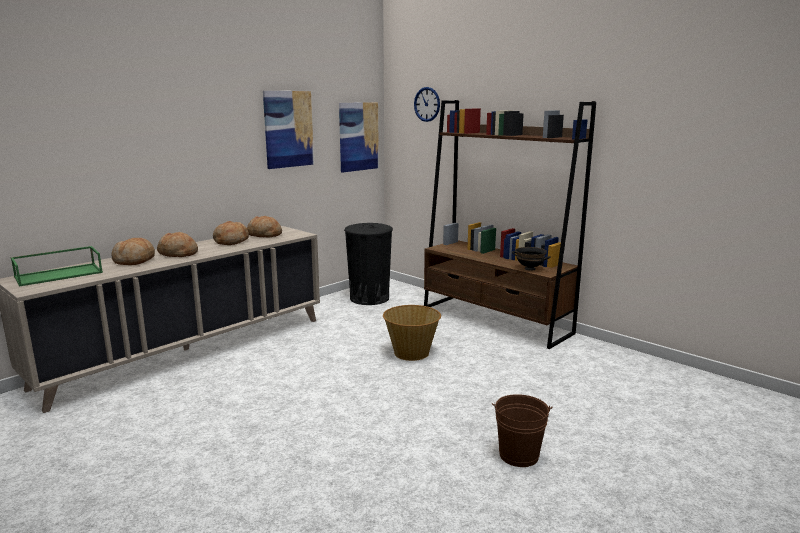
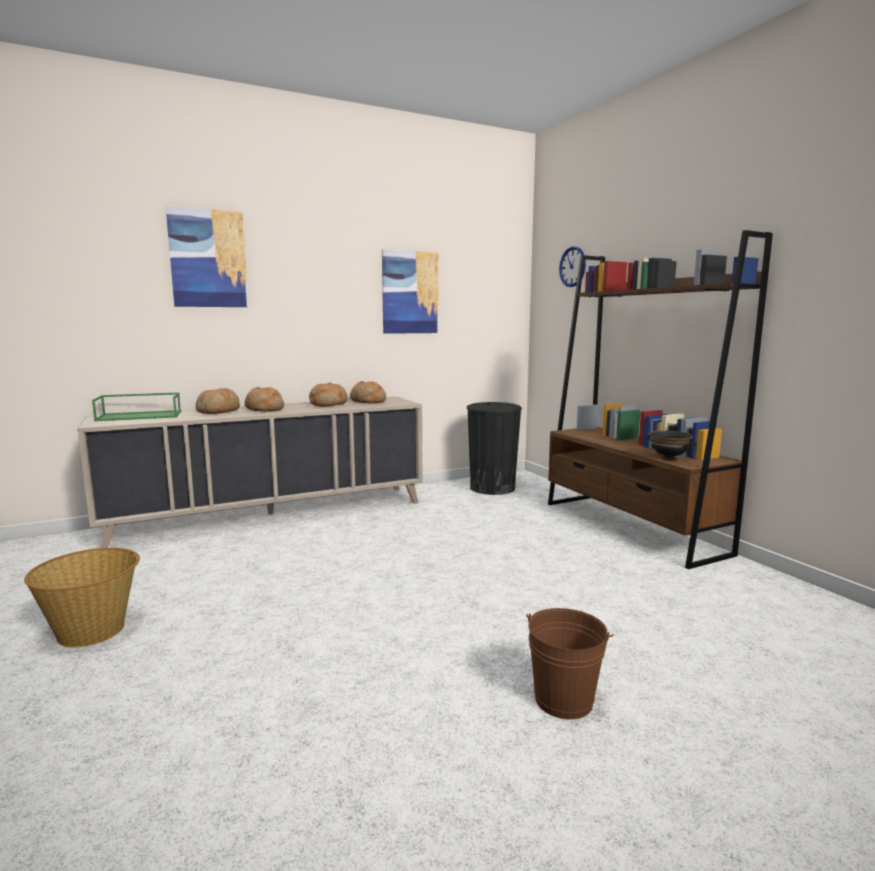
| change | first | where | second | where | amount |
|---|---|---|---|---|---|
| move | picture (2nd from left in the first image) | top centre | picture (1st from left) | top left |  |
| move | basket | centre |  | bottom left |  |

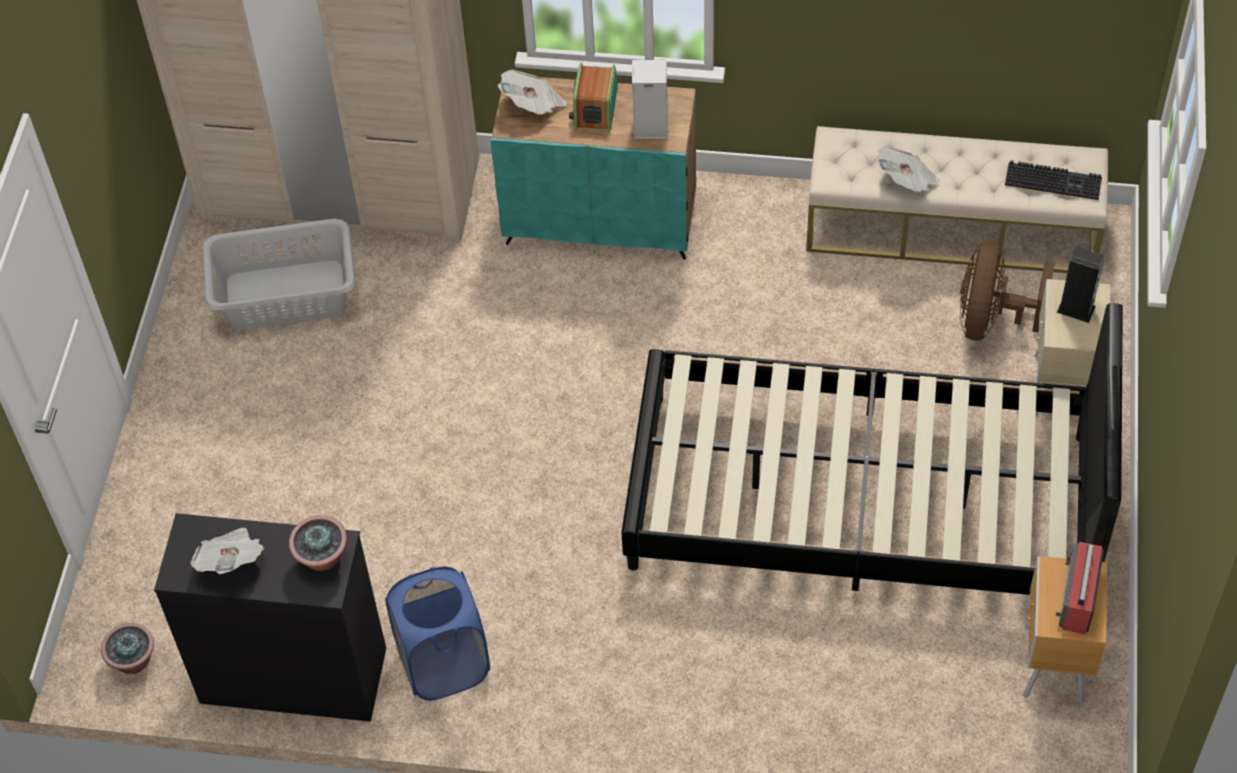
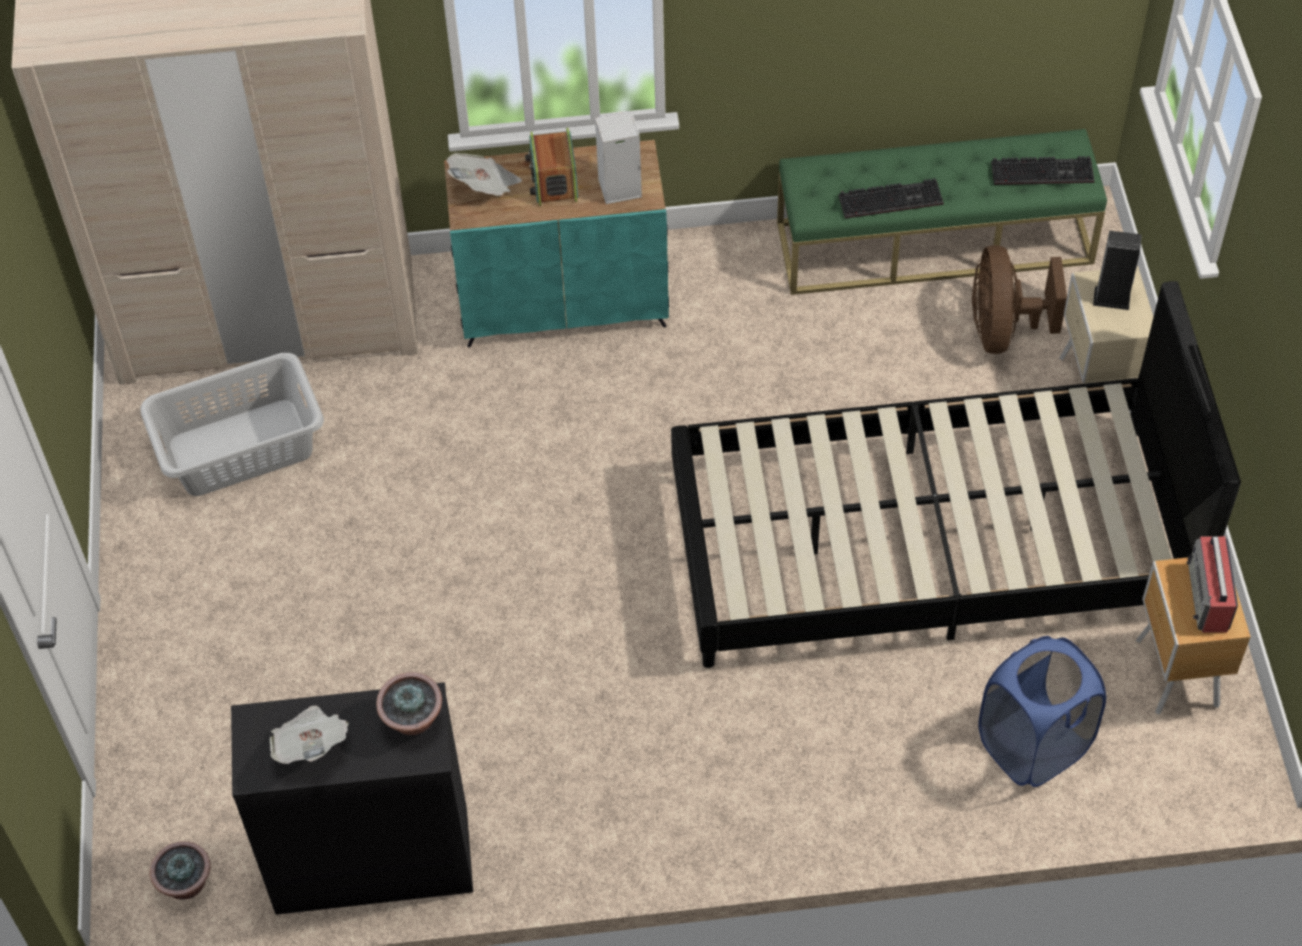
| change | first | where | second | where | amount |
|---|---|---|---|---|---|
| move | blue laundry basket | bottom centre |  | bottom right |  |
| recolor | beige bench | top right | green bench | top right |  |
| replace | newspaper (3rd from left) | top right | keyboard (1st from left) | top right |  |

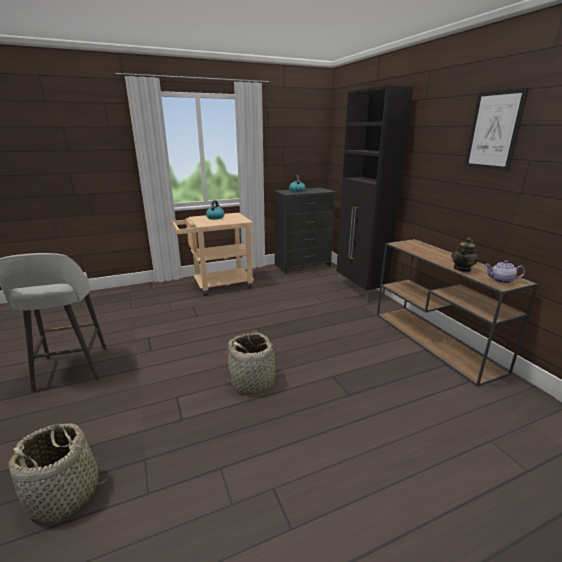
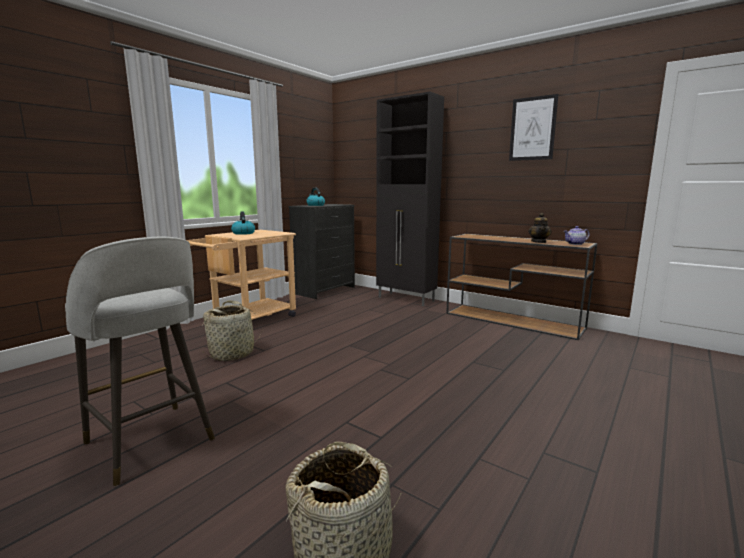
| change | first | where | second | where | amount |
|---|---|---|---|---|---|
| move | basket (2nd from left in the first image) | centre | basket (1st from left) | middle left |  |

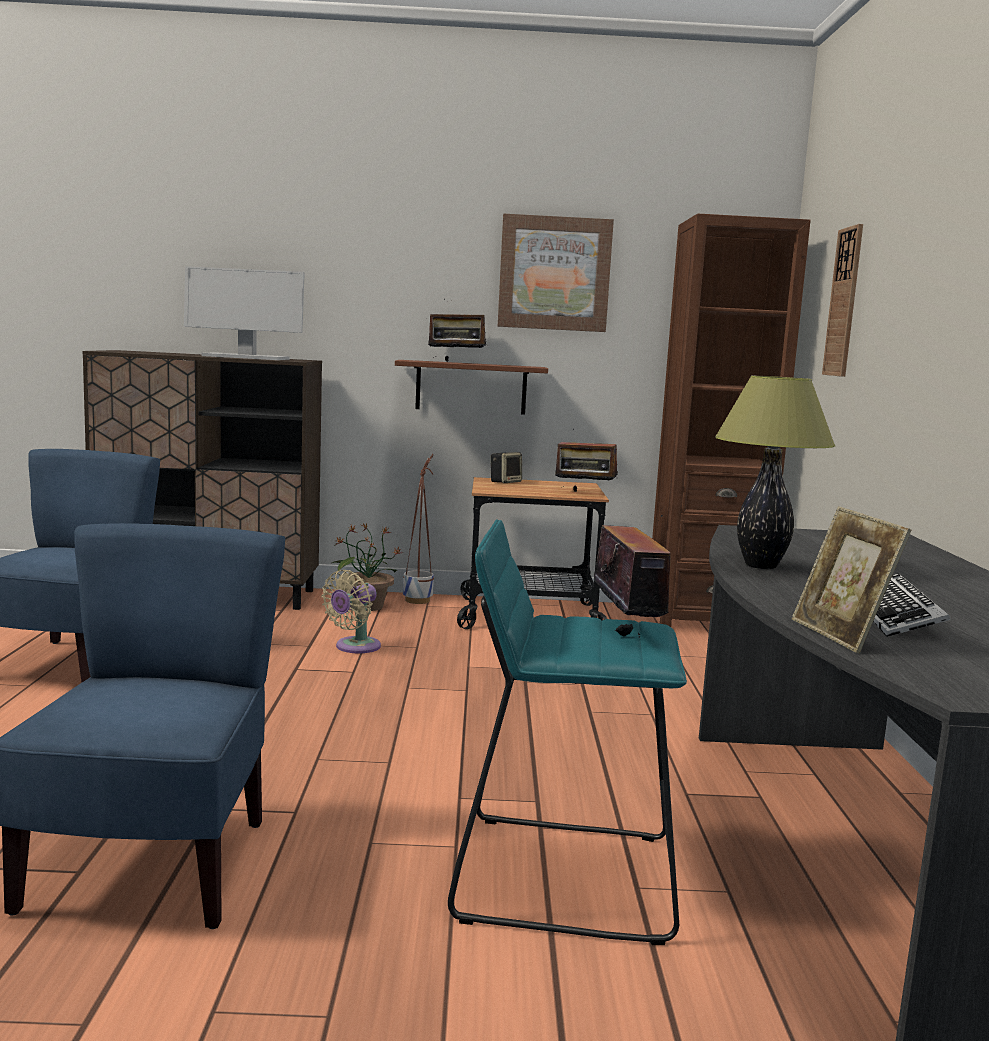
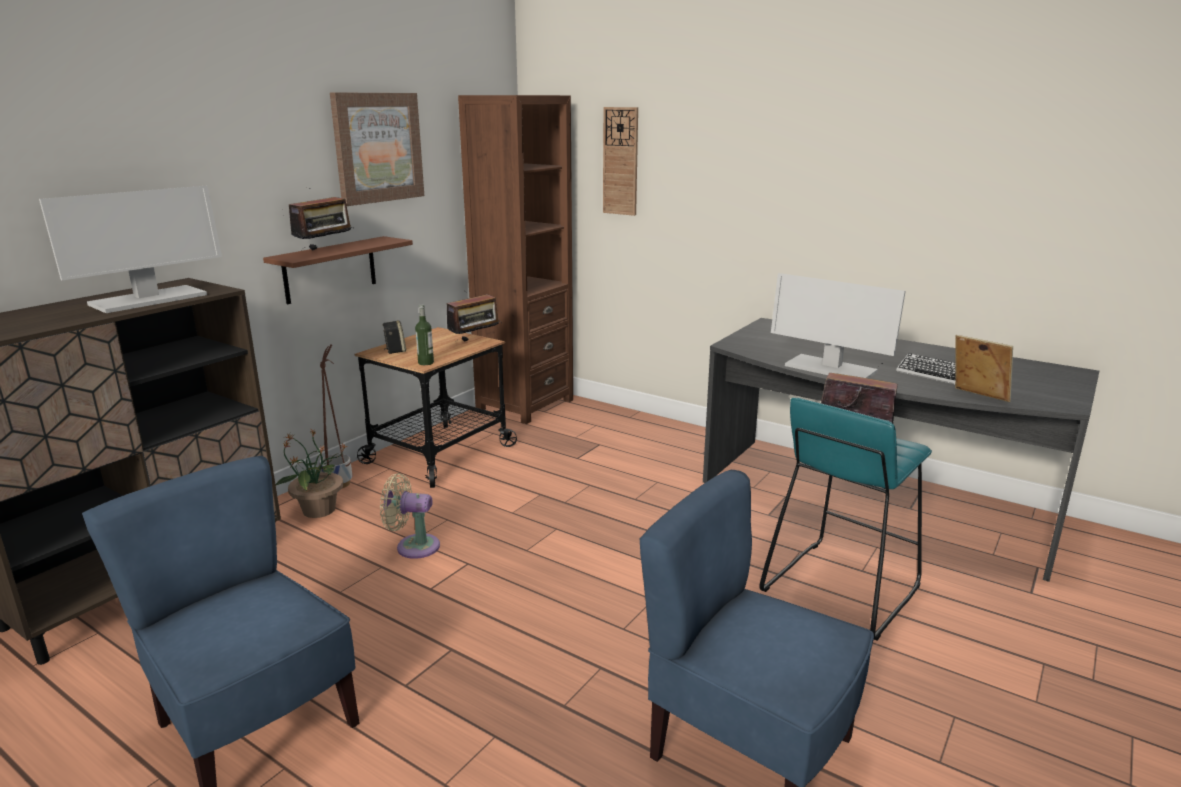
| change | first | where | second | where | amount |
|---|---|---|---|---|---|
| rotate | beige fan | centre |  | centre | 120 degrees clockwise |
| replace | table lamp | middle right | monitor (2nd from left) | middle right |  |
| rotate | picture frame | middle right |  | middle right | 150 degrees counterclockwise |
| insert |  |  | bottle | centre |  |

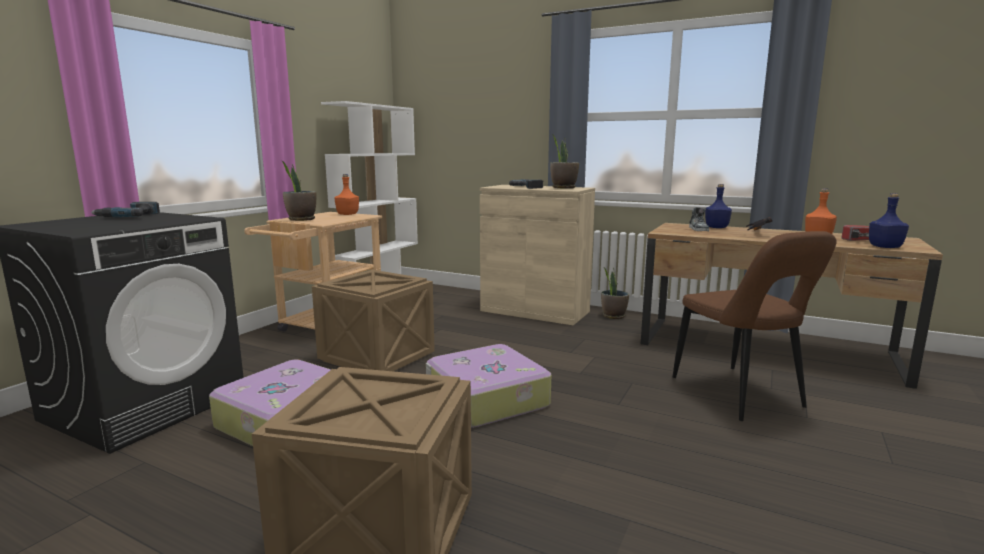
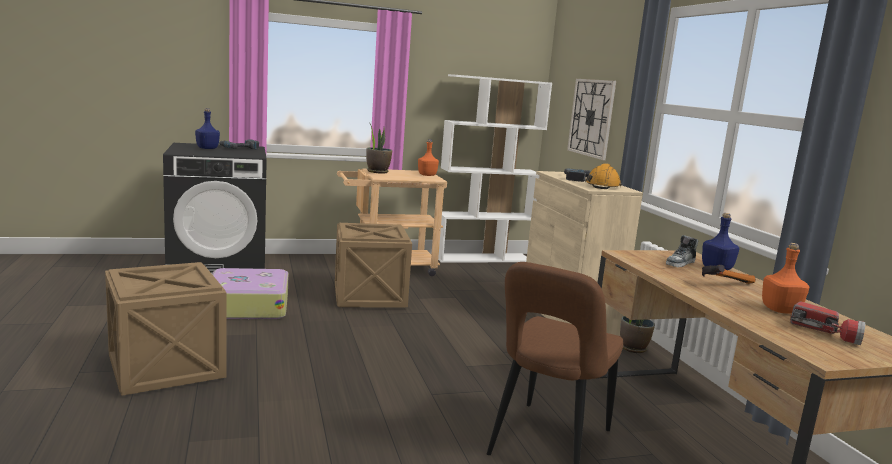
| change | first | where | second | where | amount |
|---|---|---|---|---|---|
| delete | suitcase (2nd from left) | bottom centre |  |  |  |
| replace | potted plant (2nd from left) | top centre | orange hard hat | middle right |  |
| move | blue bottle (2nd from left in the first image) | middle right | blue bottle (1st from left) | top left |  |
| insert |  |  | wall clock | top centre |  |

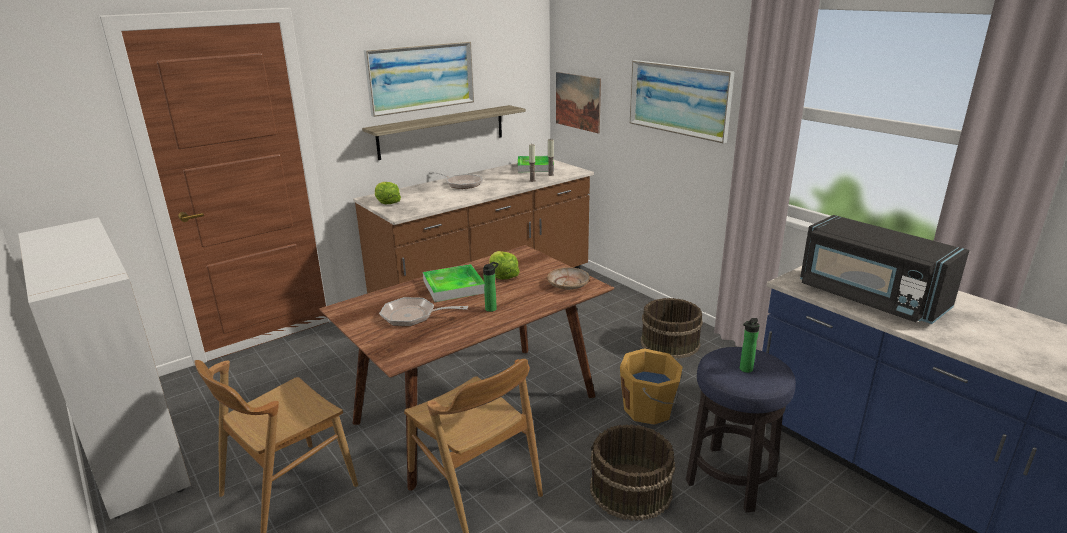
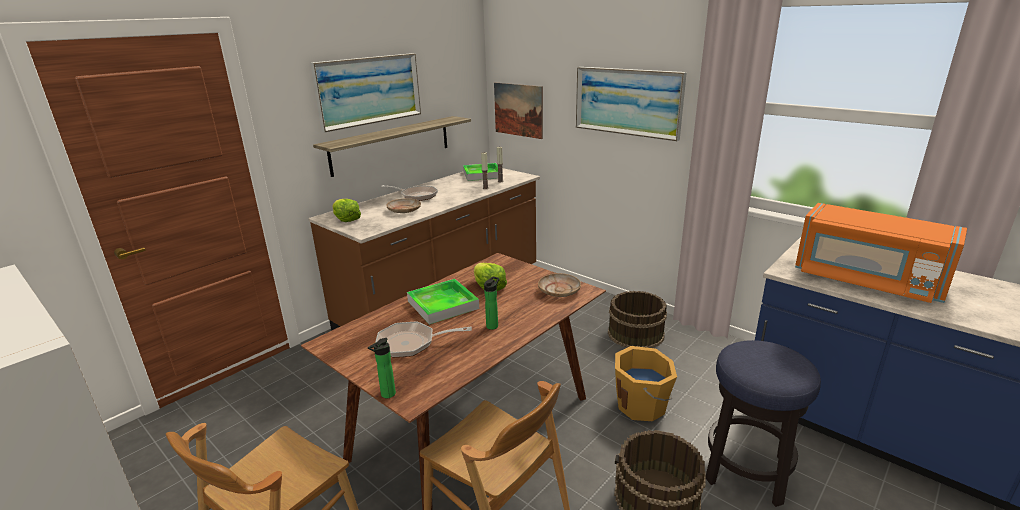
| change | first | where | second | where | amount |
|---|---|---|---|---|---|
| move | bottle (2nd from left in the first image) | middle right | bottle (1st from left) | bottom centre |  |
| recolor | black microwave | middle right | orange microwave | middle right |  |
| insert |  |  | beige plate (1st from left) | centre |  |

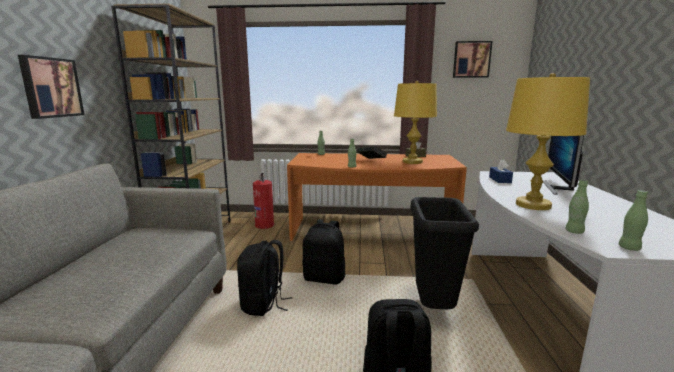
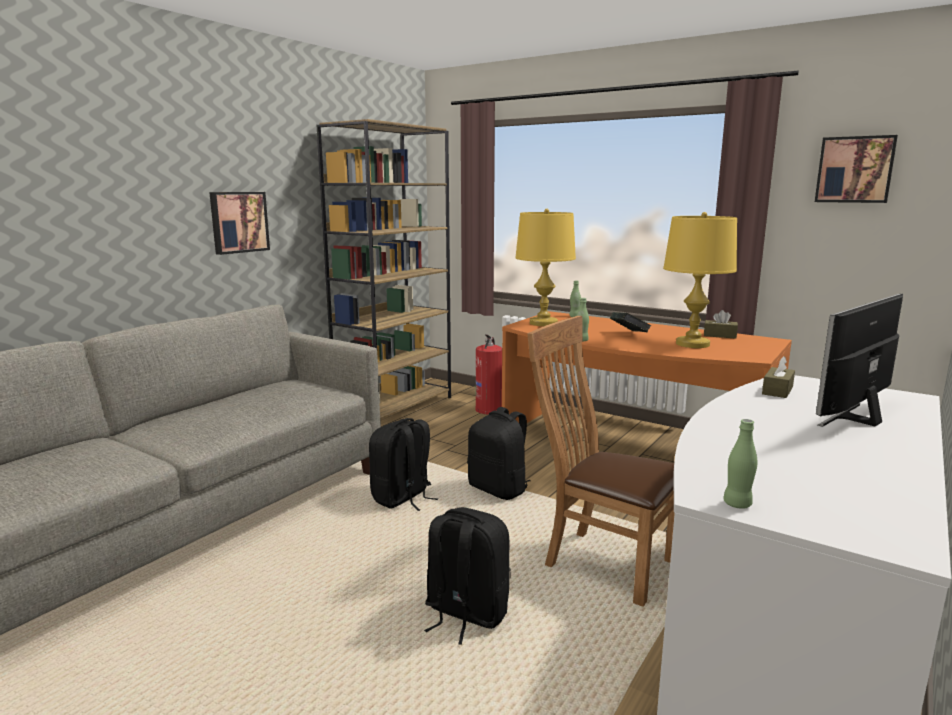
| change | first | where | second | where | amount |
|---|---|---|---|---|---|
| replace | black trash can | bottom centre | brown chair | centre |  |
| recolor | blue tissue box | middle right | brown tissue box (2nd from left) | middle right |  |
| move | yellow table lamp (2nd from left in the first image) | middle right | yellow table lamp (1st from left) | centre |  |
| delete | green bottle (3rd from left) | middle right |  |  |  |

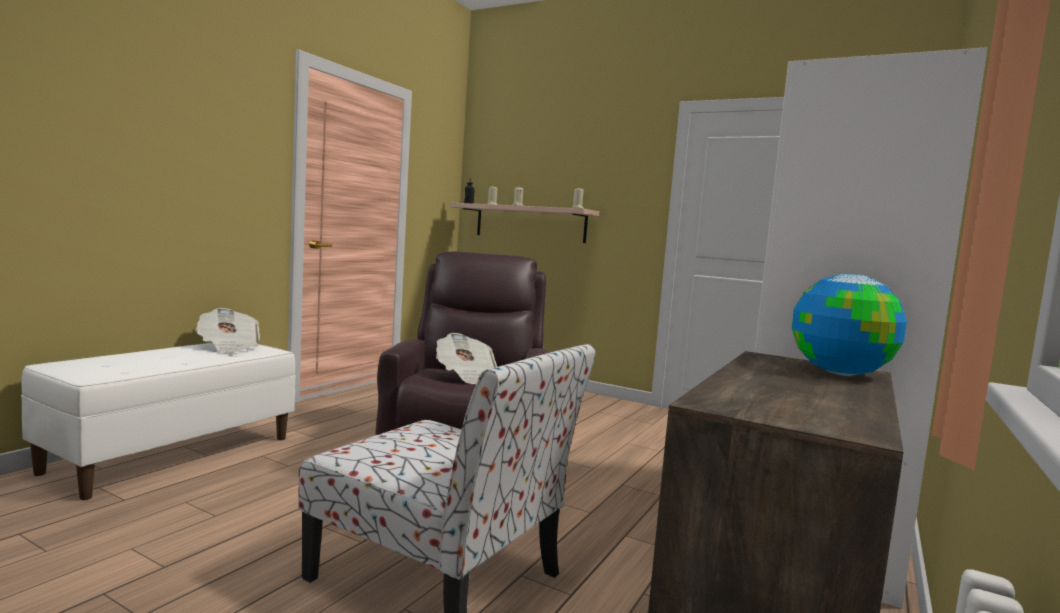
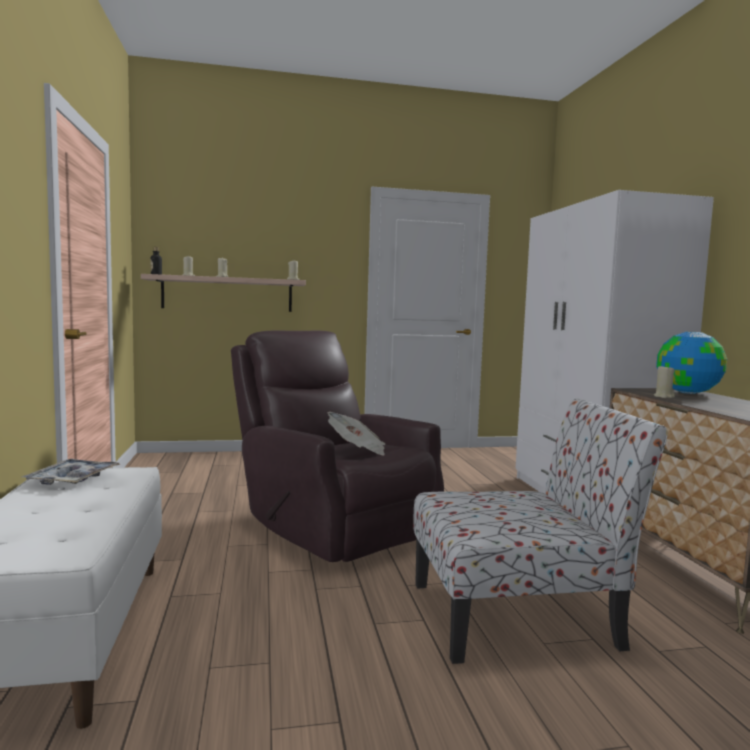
| change | first | where | second | where | amount |
|---|---|---|---|---|---|
| replace | newspaper (1st from left) | middle left | tray | middle left |  |
| insert |  |  | beige candle (4th from left) | middle right |  |

